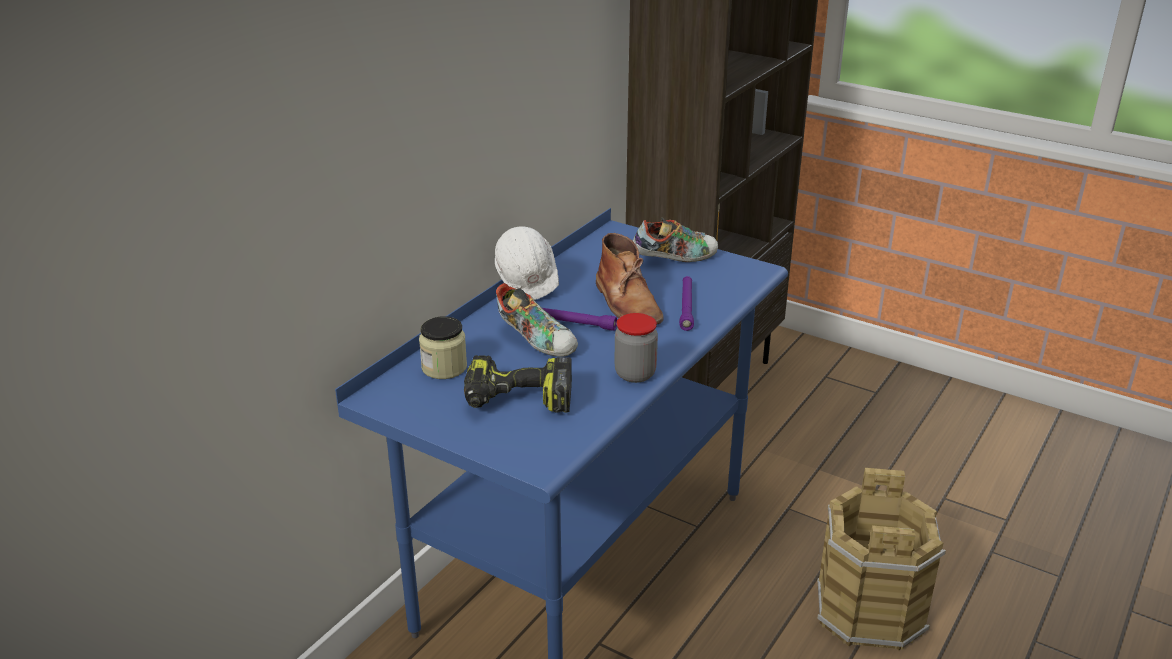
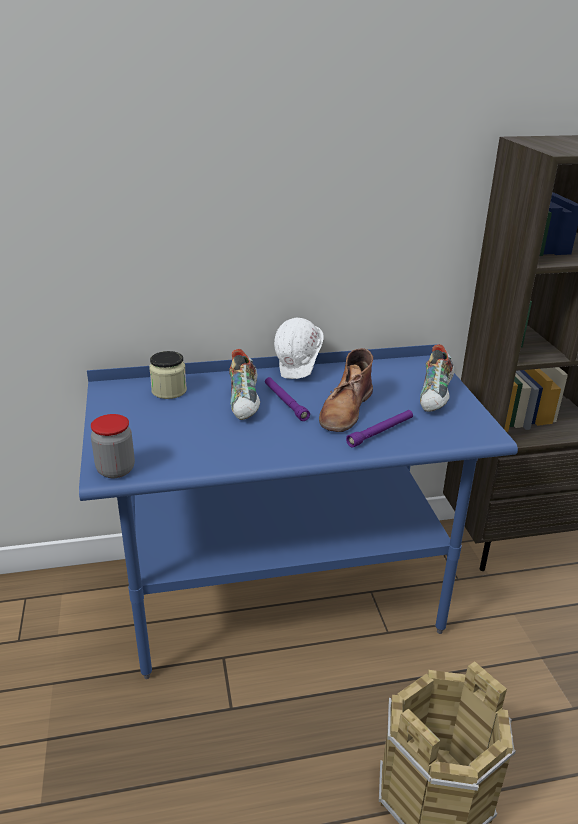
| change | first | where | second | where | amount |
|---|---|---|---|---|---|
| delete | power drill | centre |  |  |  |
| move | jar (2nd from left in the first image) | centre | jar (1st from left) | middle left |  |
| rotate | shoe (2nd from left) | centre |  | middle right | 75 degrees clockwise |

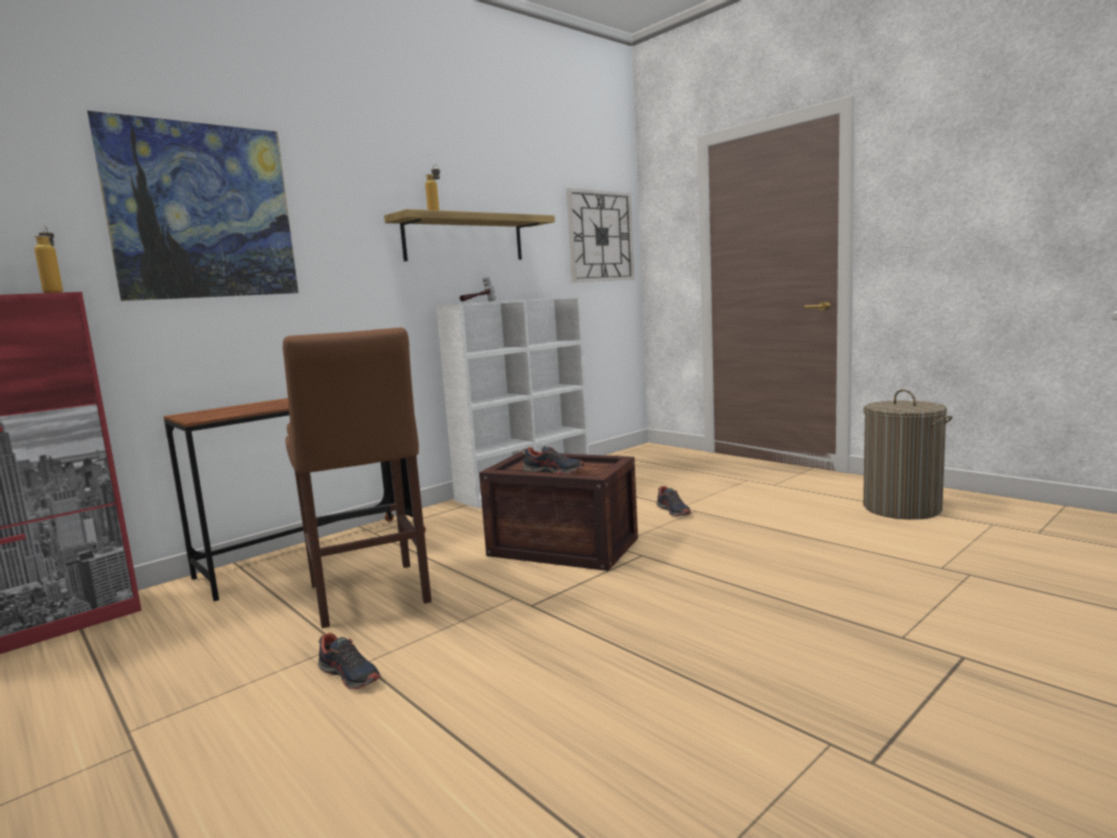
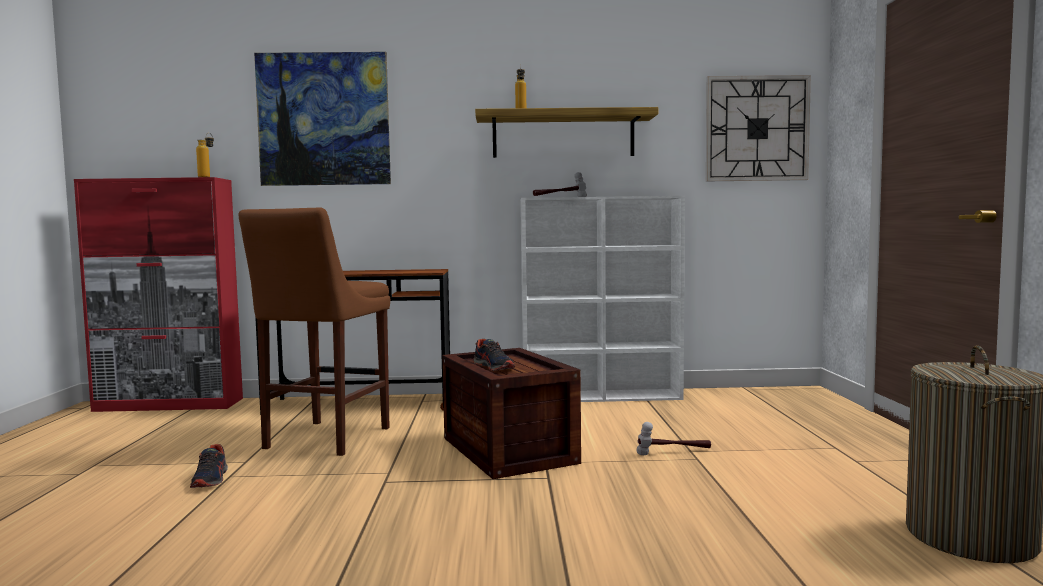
| change | first | where | second | where | amount |
|---|---|---|---|---|---|
| replace | shoe (3rd from left) | centre | hammer (2nd from left) | bottom centre |  |

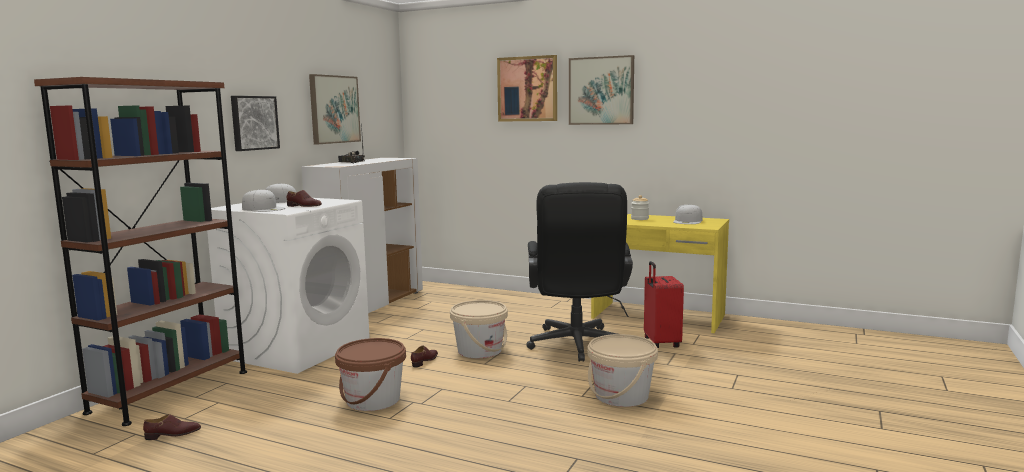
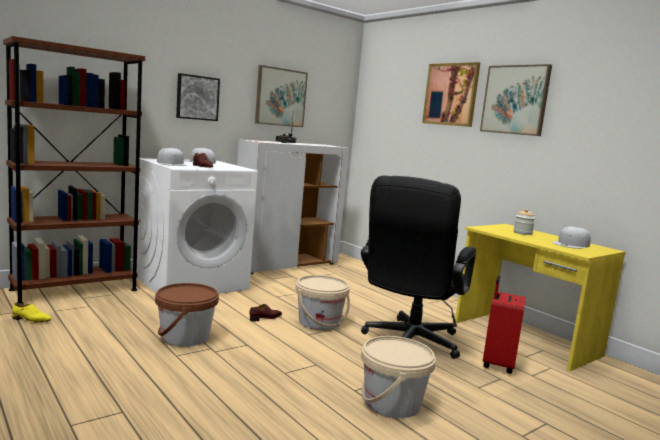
| change | first | where | second | where | amount |
|---|---|---|---|---|---|
| recolor | brown shoe (1st from left) | bottom left | yellow shoe | bottom left |  |

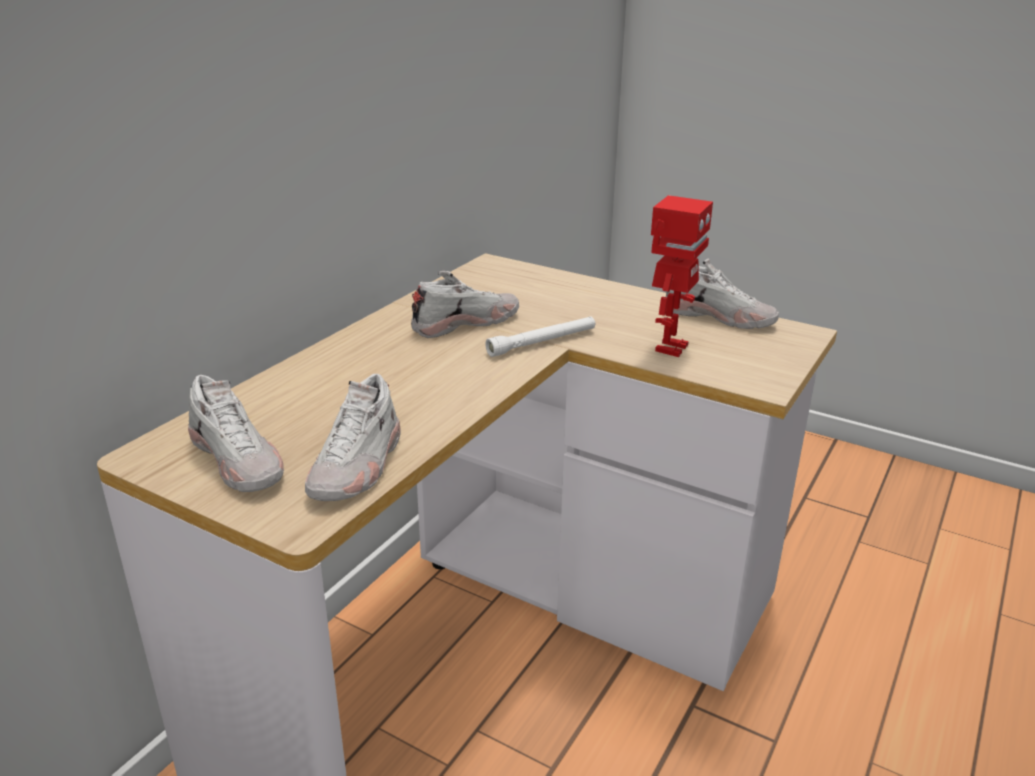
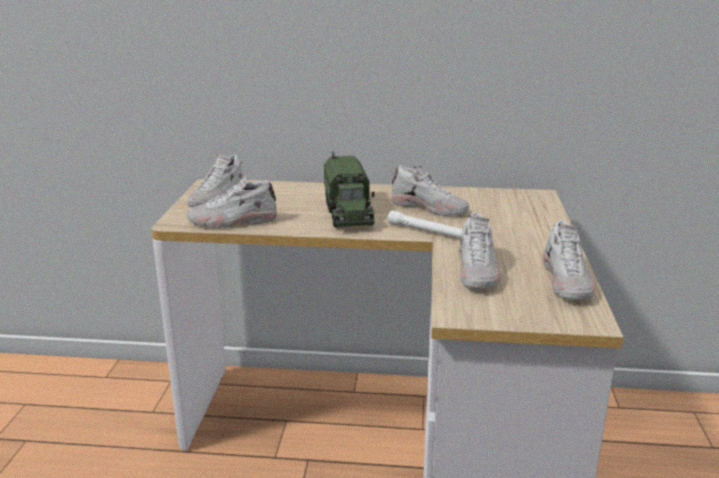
| change | first | where | second | where | amount |
|---|---|---|---|---|---|
| replace | toy robot | centre | white shoe (4th from left) | middle right |  |
| insert |  |  | toy truck | centre |  |

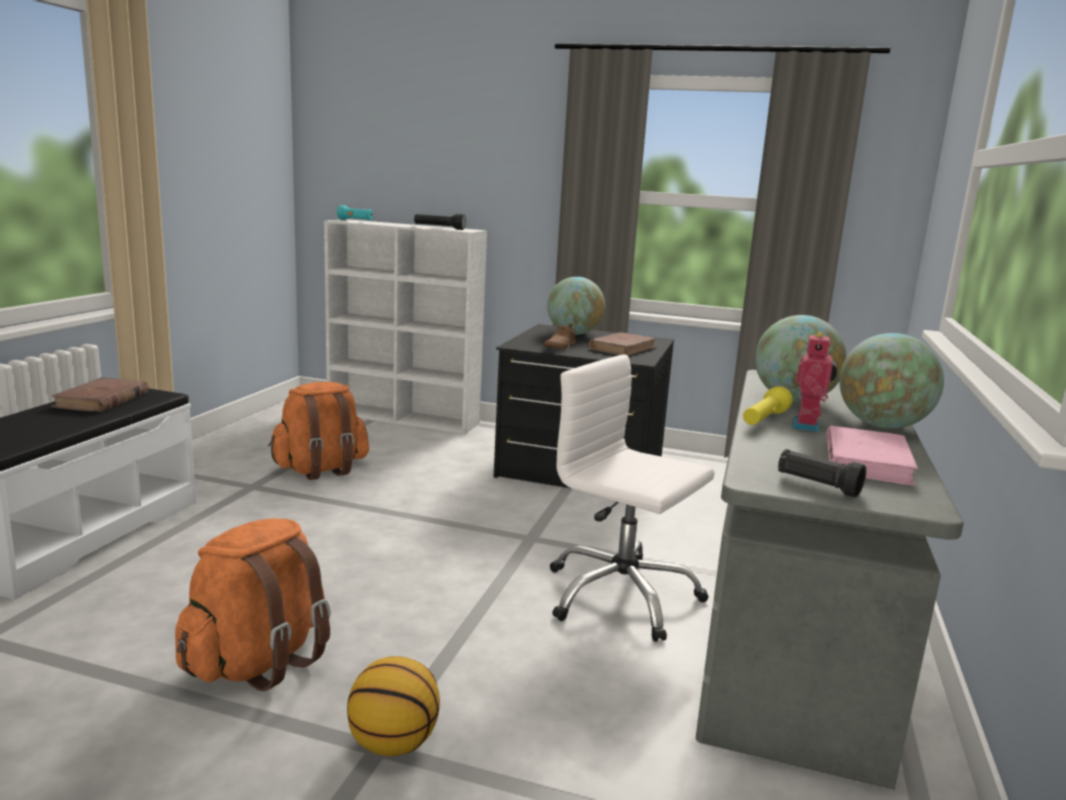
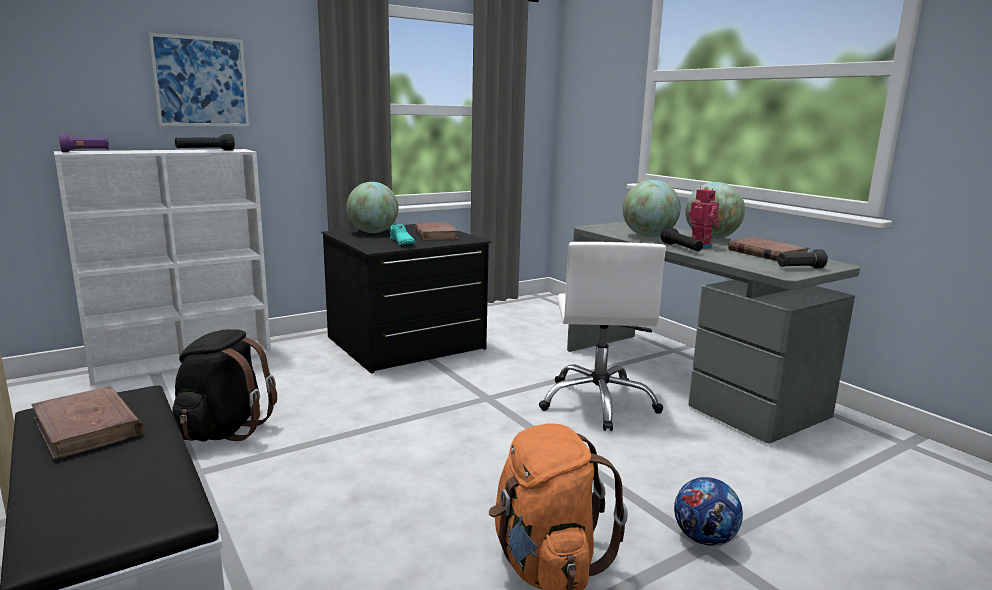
| change | first | where | second | where | amount |
|---|---|---|---|---|---|
| recolor | orange backpack (2nd from left) | middle left | black backpack | middle left |  |
| recolor | turquoise flashlight | top left | purple flashlight | top left |  |
| replace | basketball | bottom centre | football | bottom right |  |
| recolor | brown shoe | centre | turquoise shoe | centre |  |
| rotate | white office chair | centre |  | centre | 75 degrees counterclockwise |
| recolor | yellow flashlight | middle right | black flashlight (2nd from left) | middle right |  |
| recolor | pink book | middle right | brown book (3rd from left) | middle right |  |
| insert |  |  | picture | top left |  |

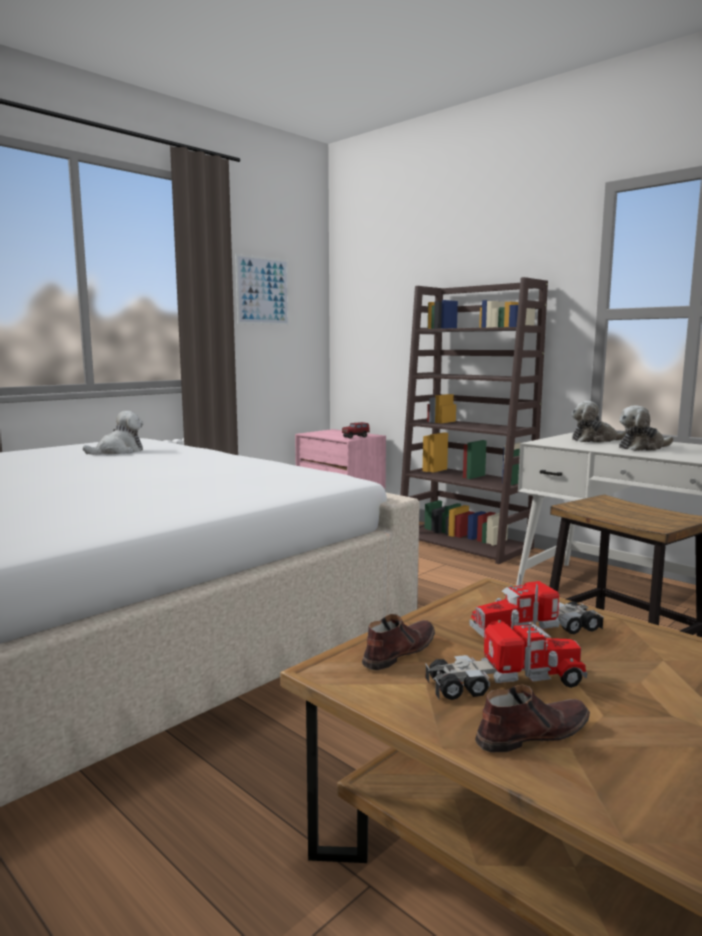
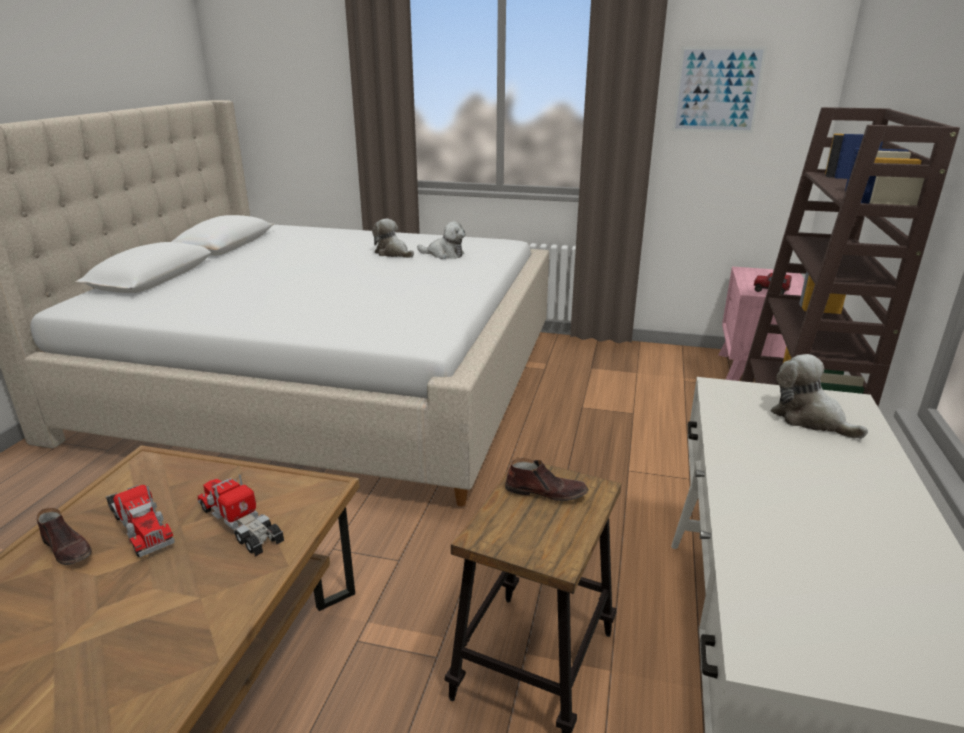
| change | first | where | second | where | amount |
|---|---|---|---|---|---|
| move | brown shoe (1st from left in the first image) | bottom centre | brown shoe (2nd from left) | centre |  |
| move | plush toy (3rd from left in the first image) | middle right | plush toy (1st from left) | top centre |  |

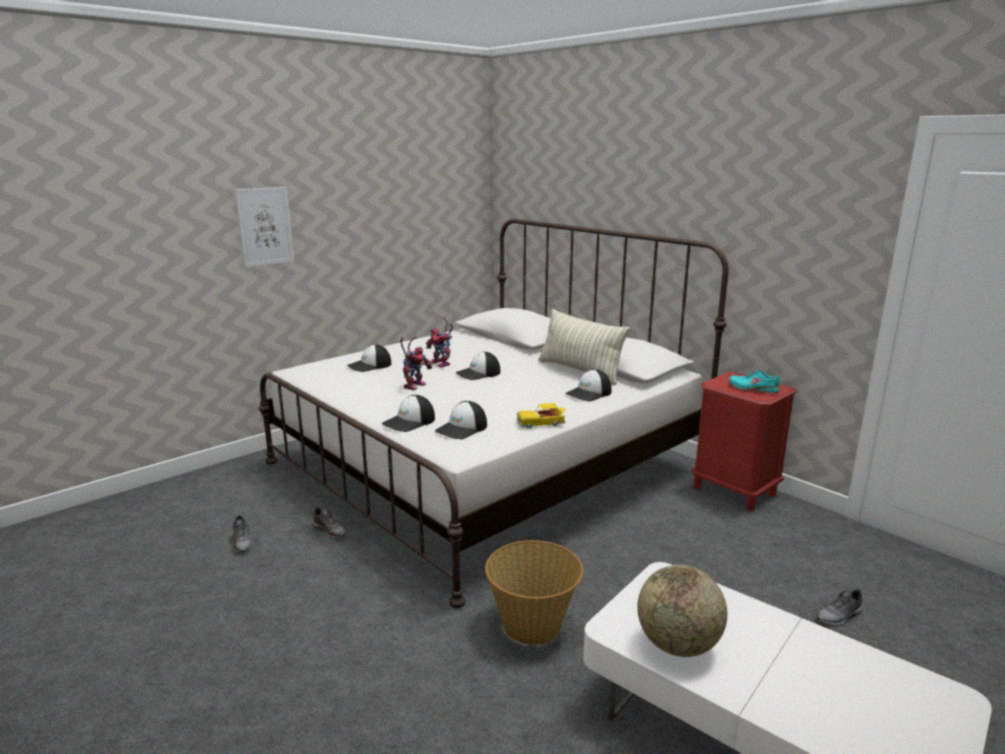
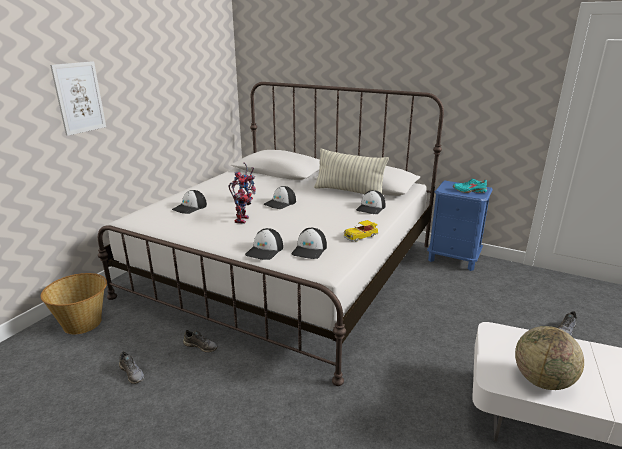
| change | first | where | second | where | amount |
|---|---|---|---|---|---|
| move | basket | bottom centre |  | bottom left |  |
| recolor | red nightstand | middle right | blue nightstand | middle right |  |

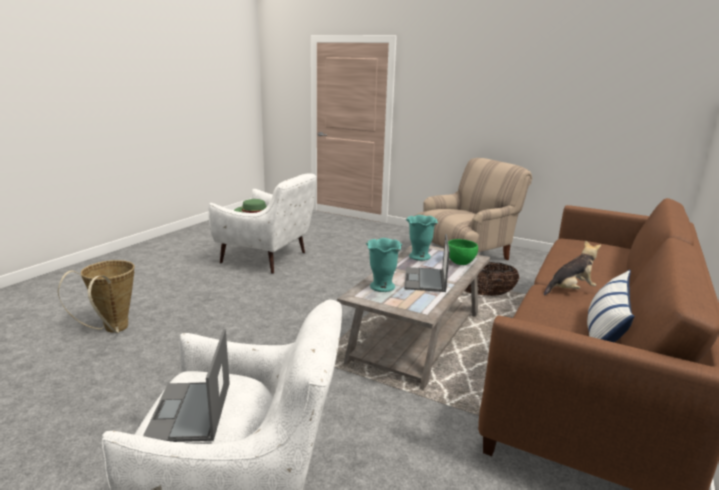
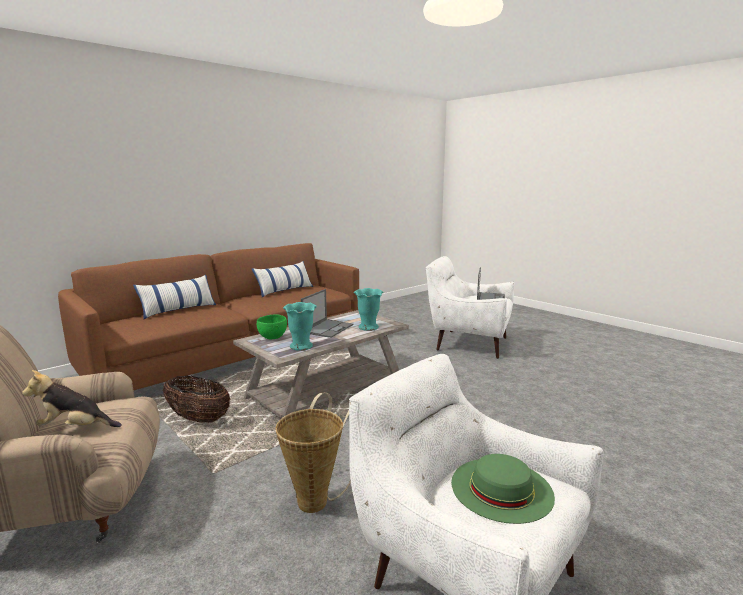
| change | first | where | second | where | amount |
|---|---|---|---|---|---|
| move | basket (1st from left in the first image) | middle left | basket (2nd from left) | bottom centre |  |
| move | plush toy | middle right |  | bottom left |  |
| insert |  |  | pillow (1st from left) | middle left |  |

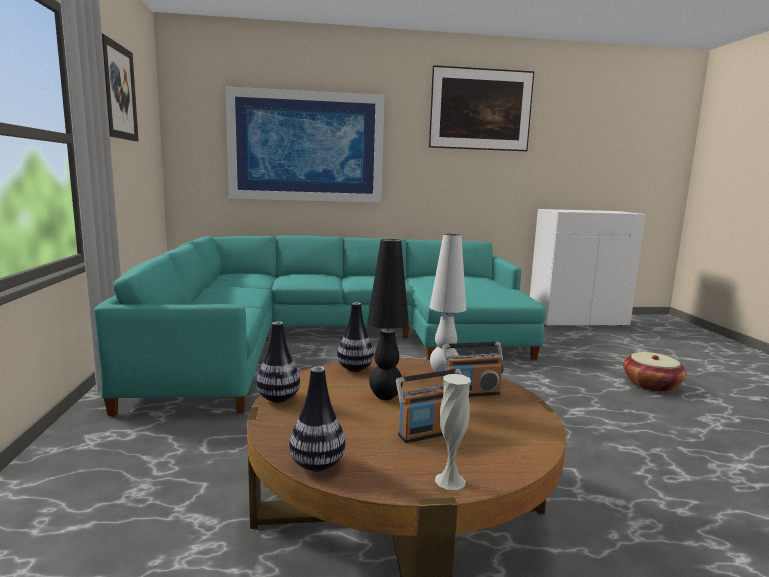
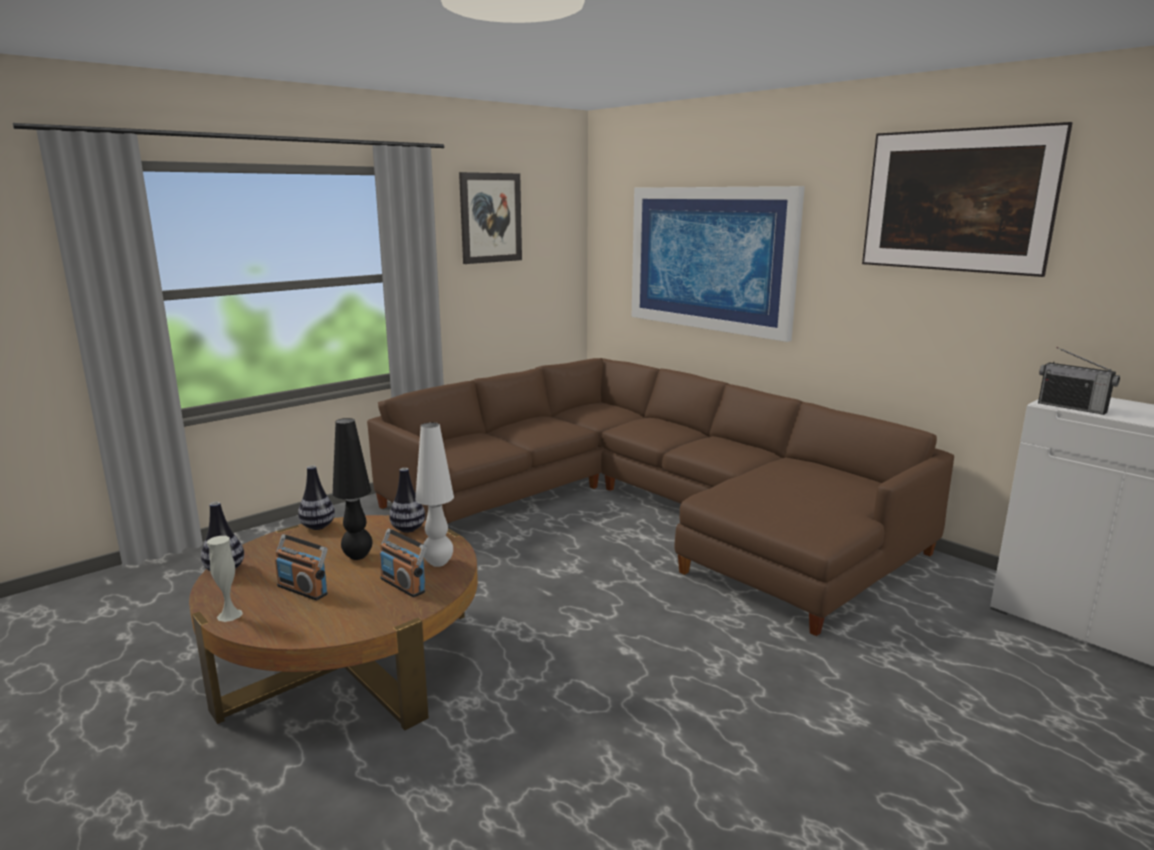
| change | first | where | second | where | amount |
|---|---|---|---|---|---|
| recolor | turquoise sofa | centre | brown sofa | centre |  |
| delete | basket | middle right |  |  |  |
| insert |  |  | radio (3rd from left) | middle right |  |

